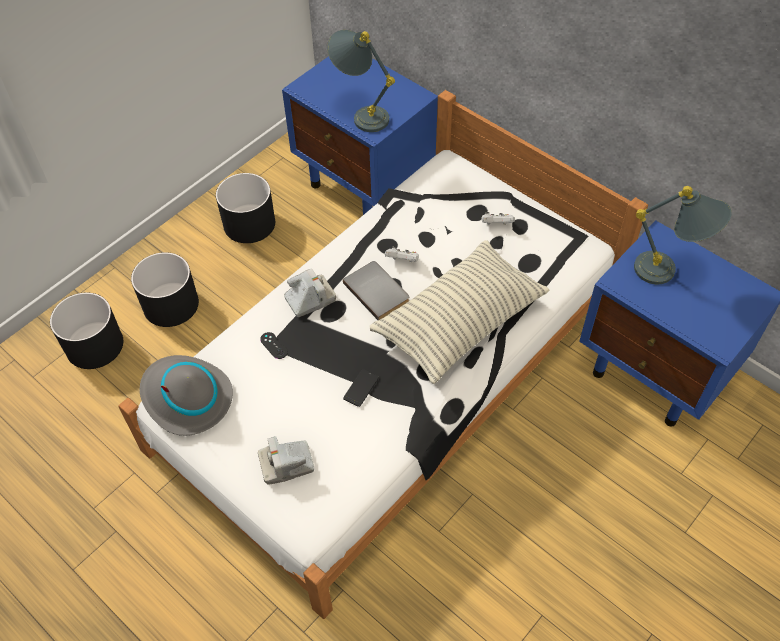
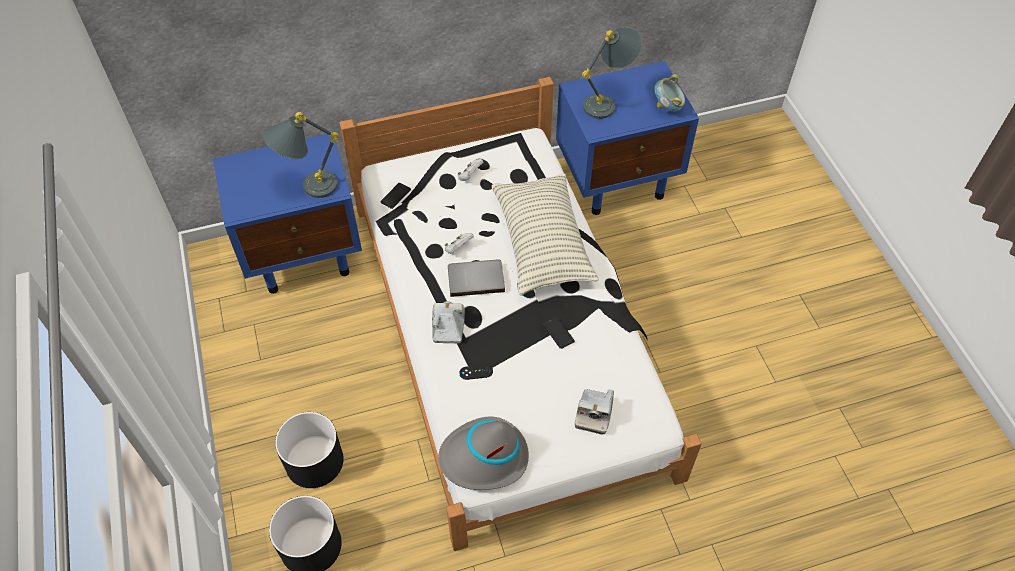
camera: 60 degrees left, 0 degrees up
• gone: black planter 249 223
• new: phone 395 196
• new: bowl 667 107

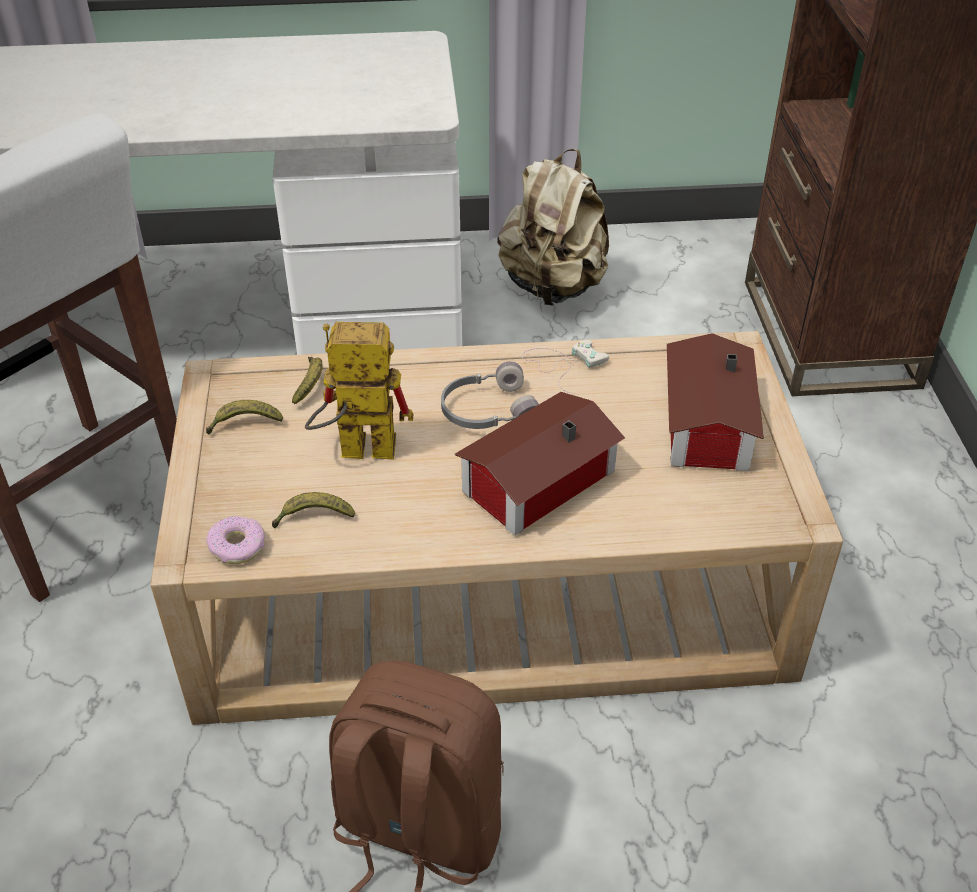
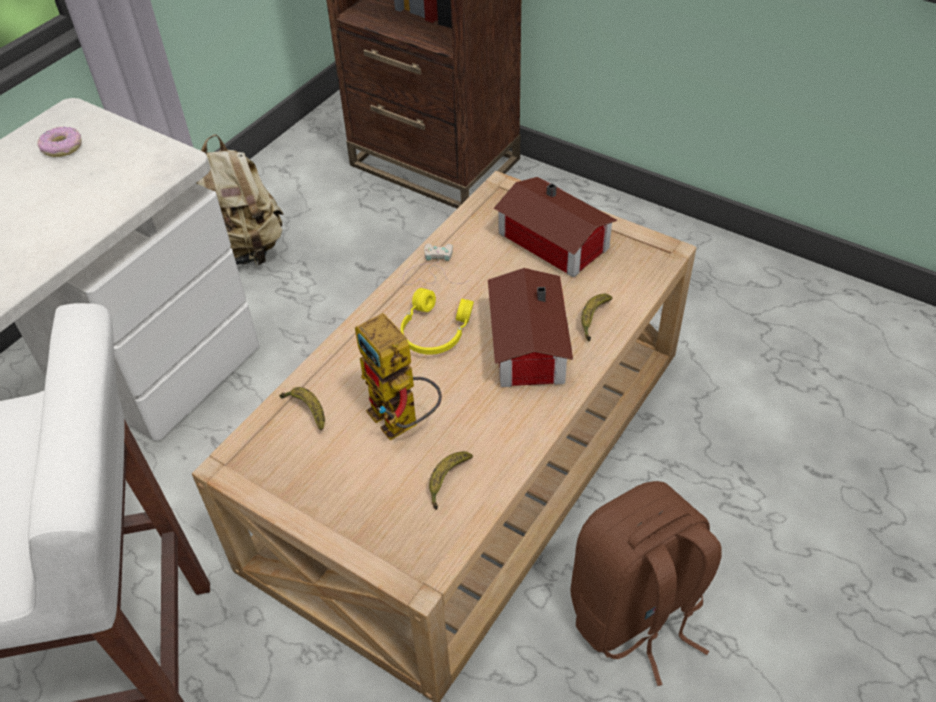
camera: 50 degrees left, 5 degrees up
• shifted: banana 244 423 to 593 319
• shifted: donut 237 546 to 62 147
• rotated: toy robot 355 451 = 402 423 75 degrees counterclockwise
• repainted: grey headphones 487 410 to yellow headphones 434 331

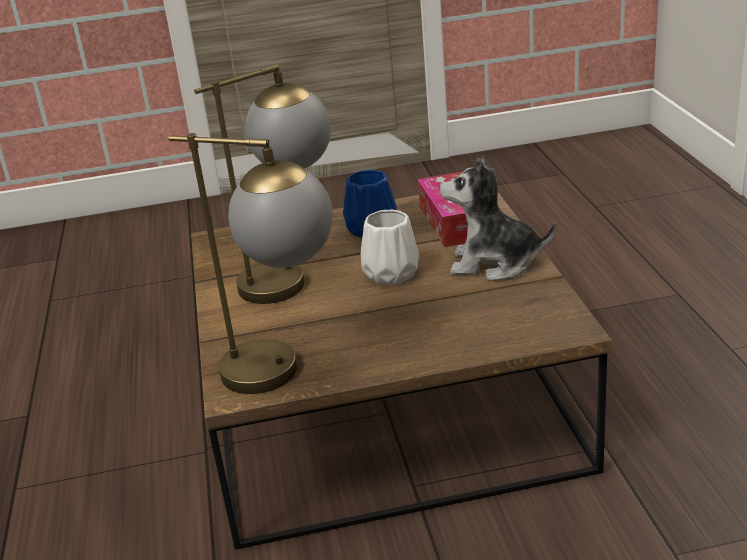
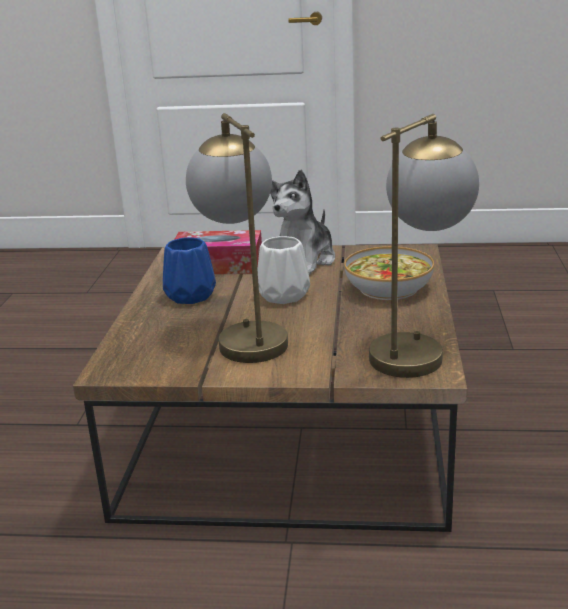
camera: 75 degrees left, 5 degrees down
• new: bowl 388 288

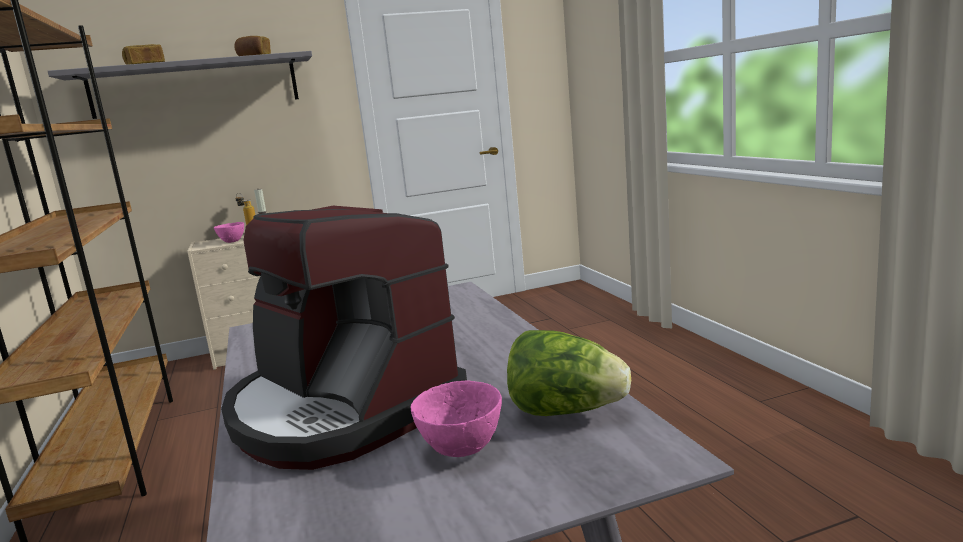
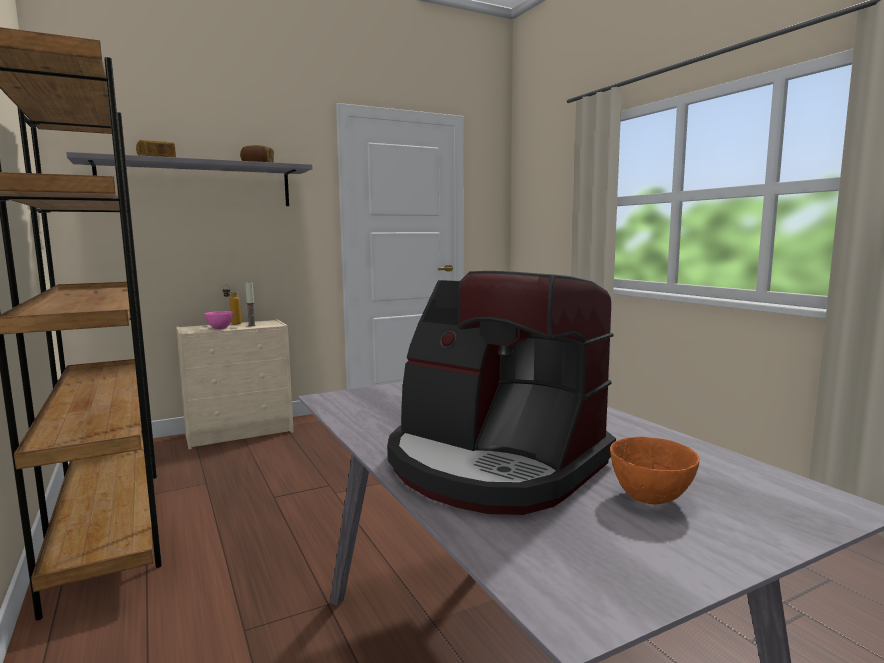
camera: 10 degrees left, 5 degrees down
• repainted: pink bowl 463 450 to orange bowl 652 499
• gone: lettuce 566 411

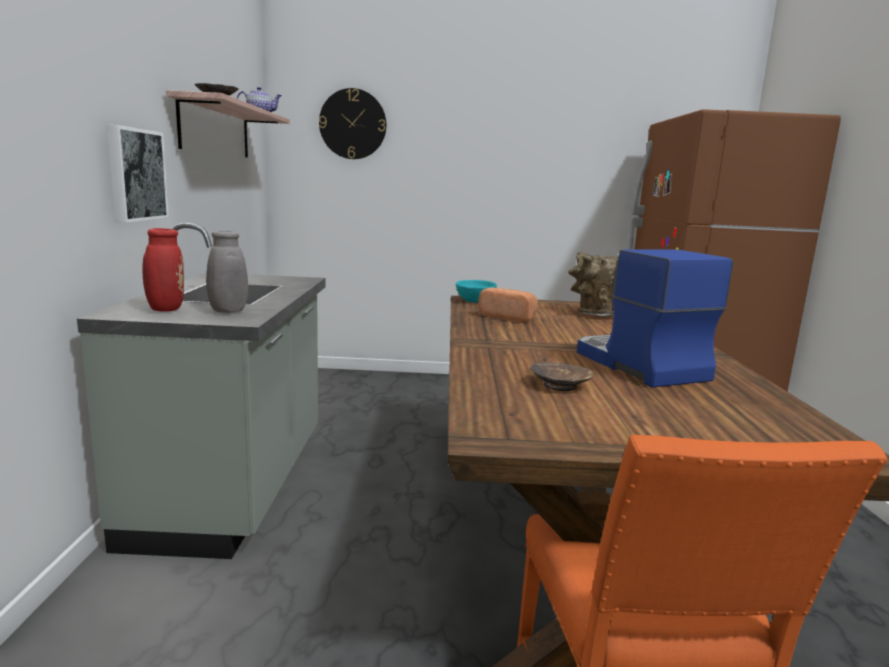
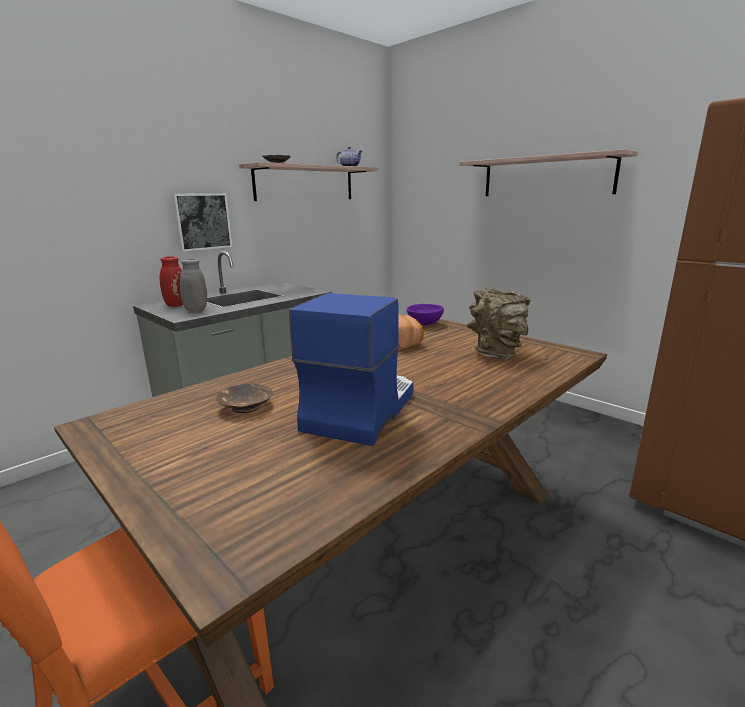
camera: 45 degrees right, 5 degrees up
• gone: wall clock 353 124
• repainted: turquoise bowl 475 302 to purple bowl 425 324
• new: shelf 546 176

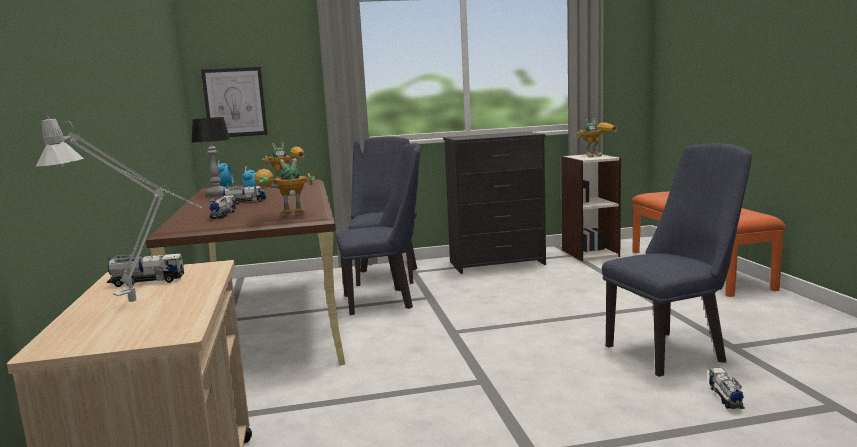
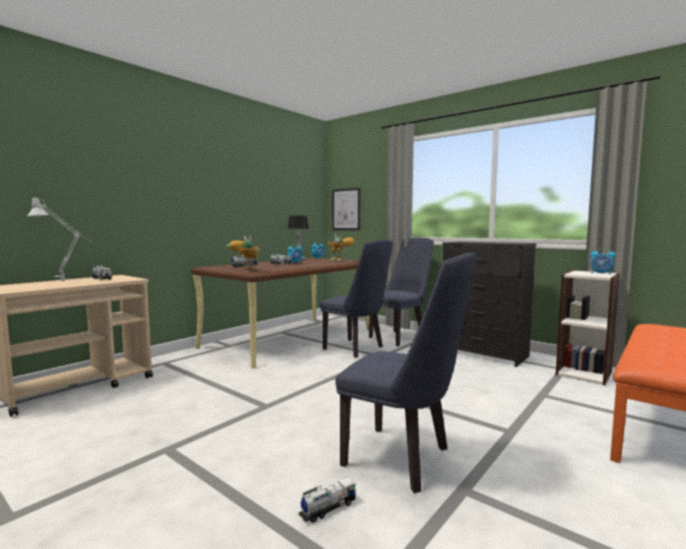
camera: 50 degrees right, 5 degrees down
• swapped: toy robot 597 155 to alarm clock 601 274

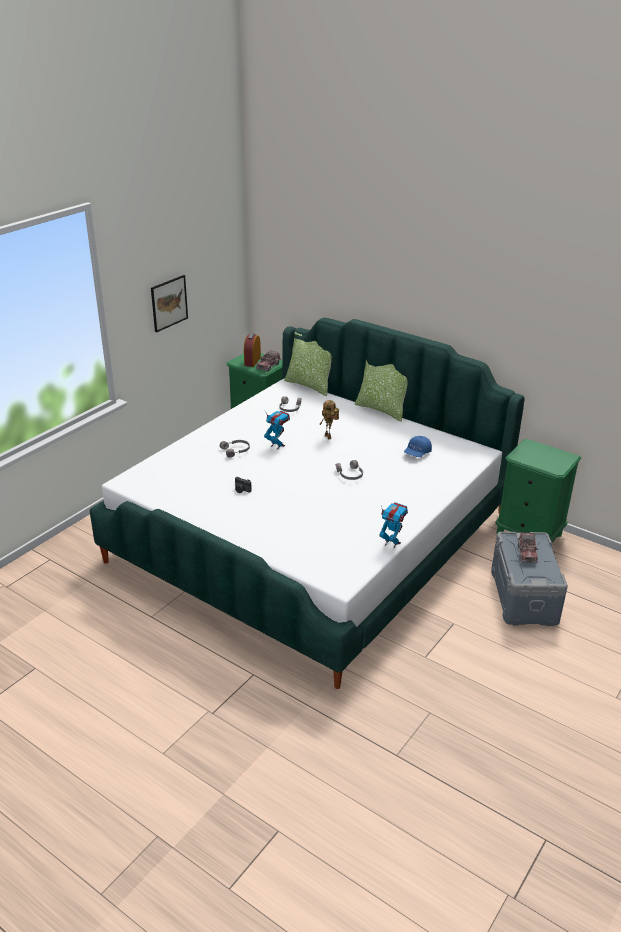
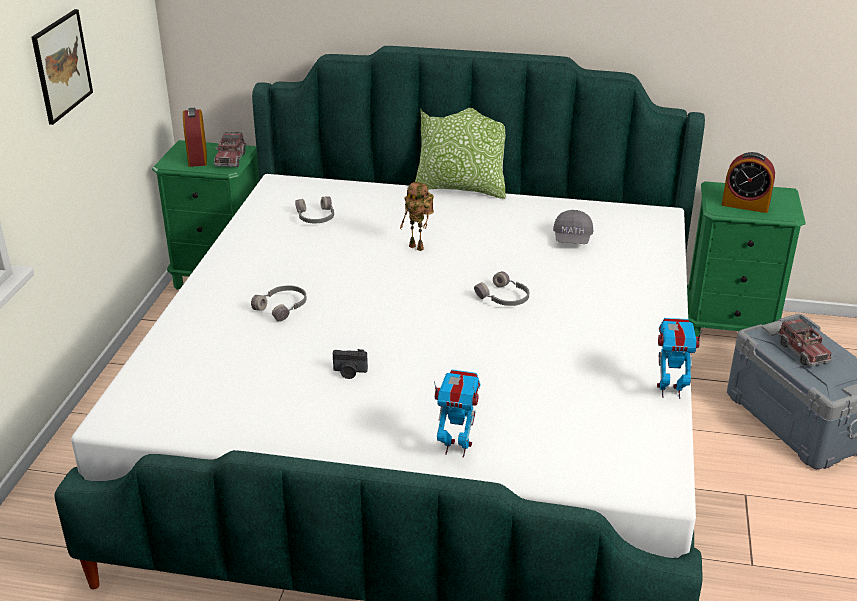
camera: 25 degrees left, 0 degrees up
• shifted: toy robot 277 445 to 456 448
• gone: pillow 309 386
• repainted: blue cap 417 453 to grey cap 572 239
• new: alarm clock 745 205

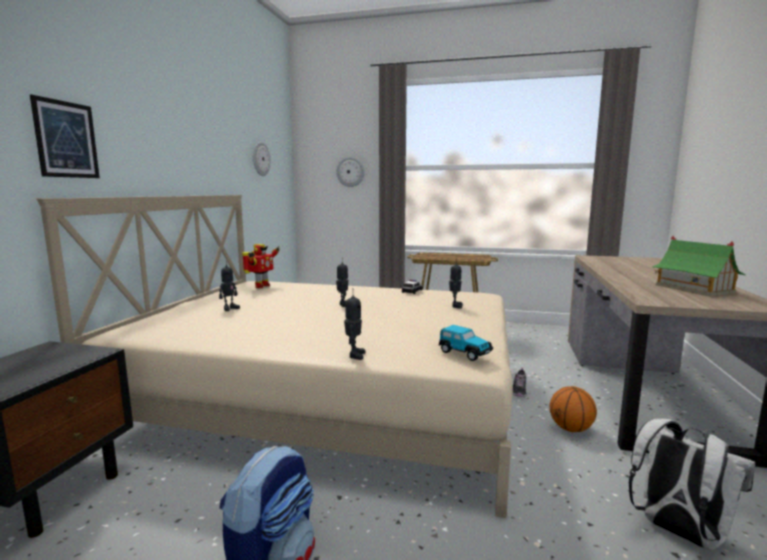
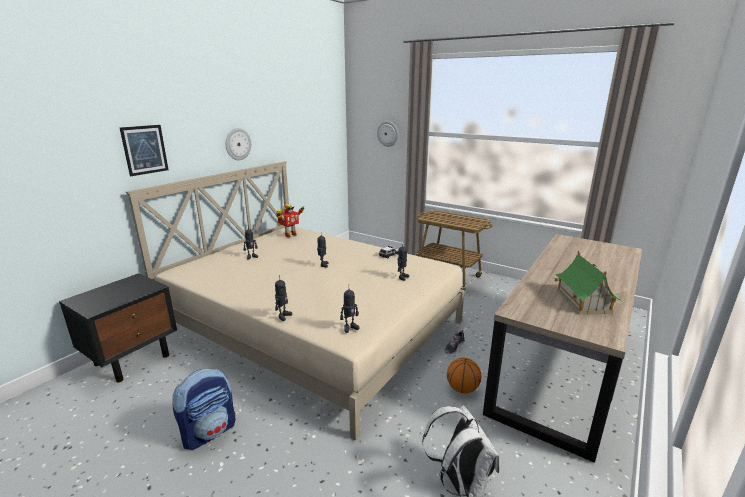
camera: 20 degrees right, 10 degrees up
• shifted: wall clock 260 159 to 238 144
• swapped: toy car 463 352 to toy robot 350 328

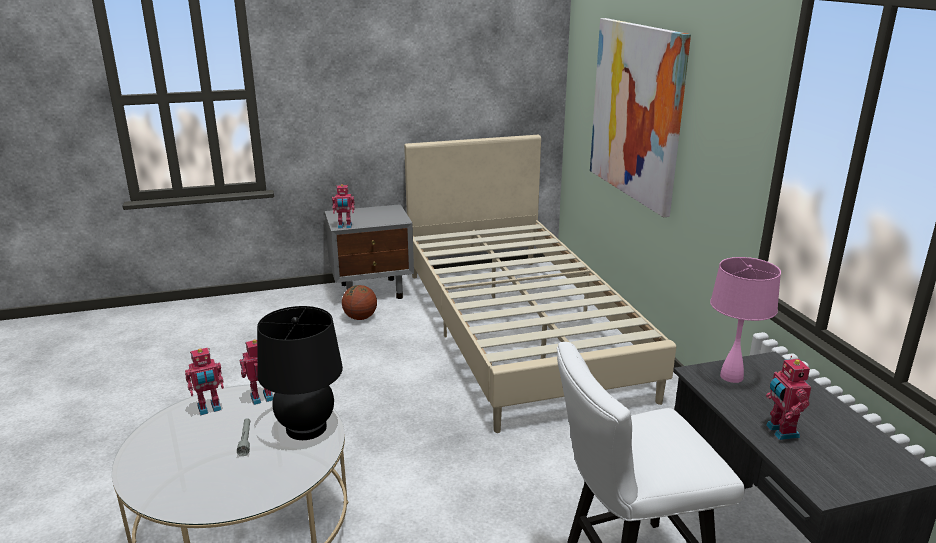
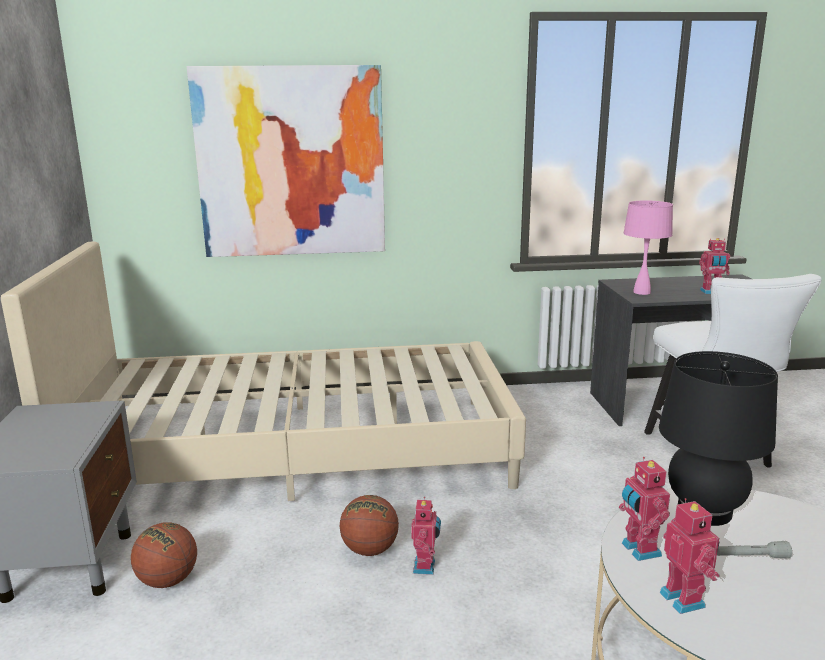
camera: 80 degrees left, 5 degrees down
• shifted: toy robot 344 226 to 426 567
• new: basketball 370 550

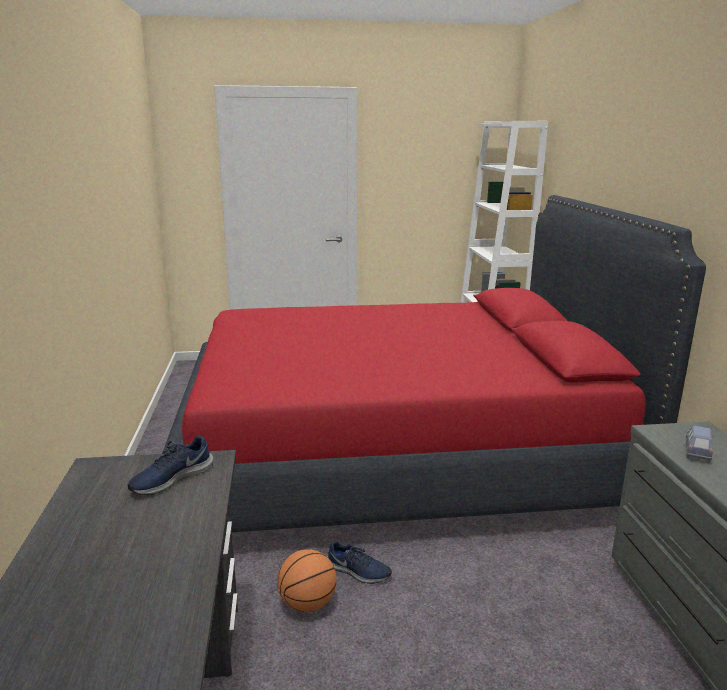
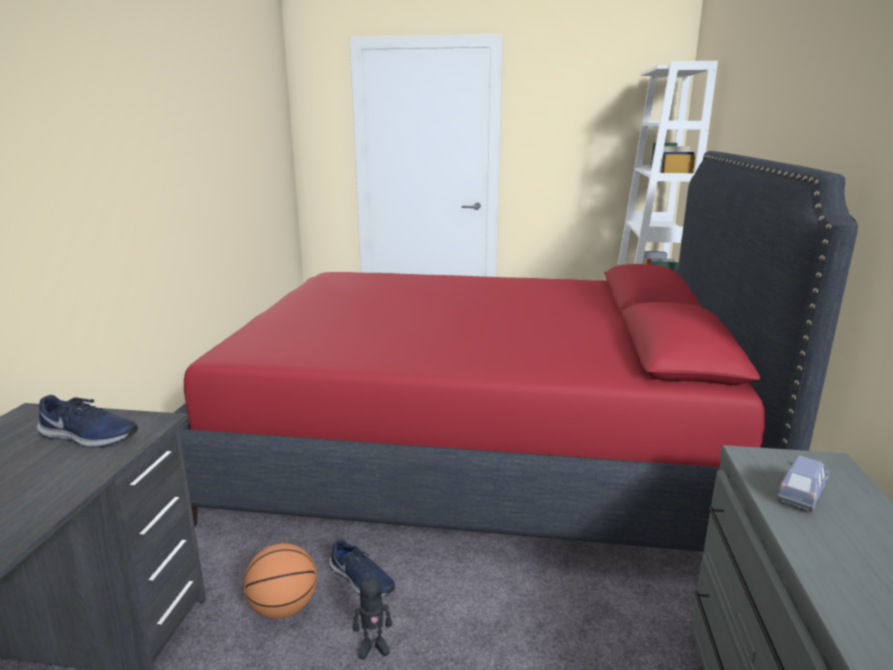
camera: 15 degrees right, 0 degrees up
• rotated: blue shoe 171 478 = 88 437 135 degrees counterclockwise
• new: toy robot 373 647

